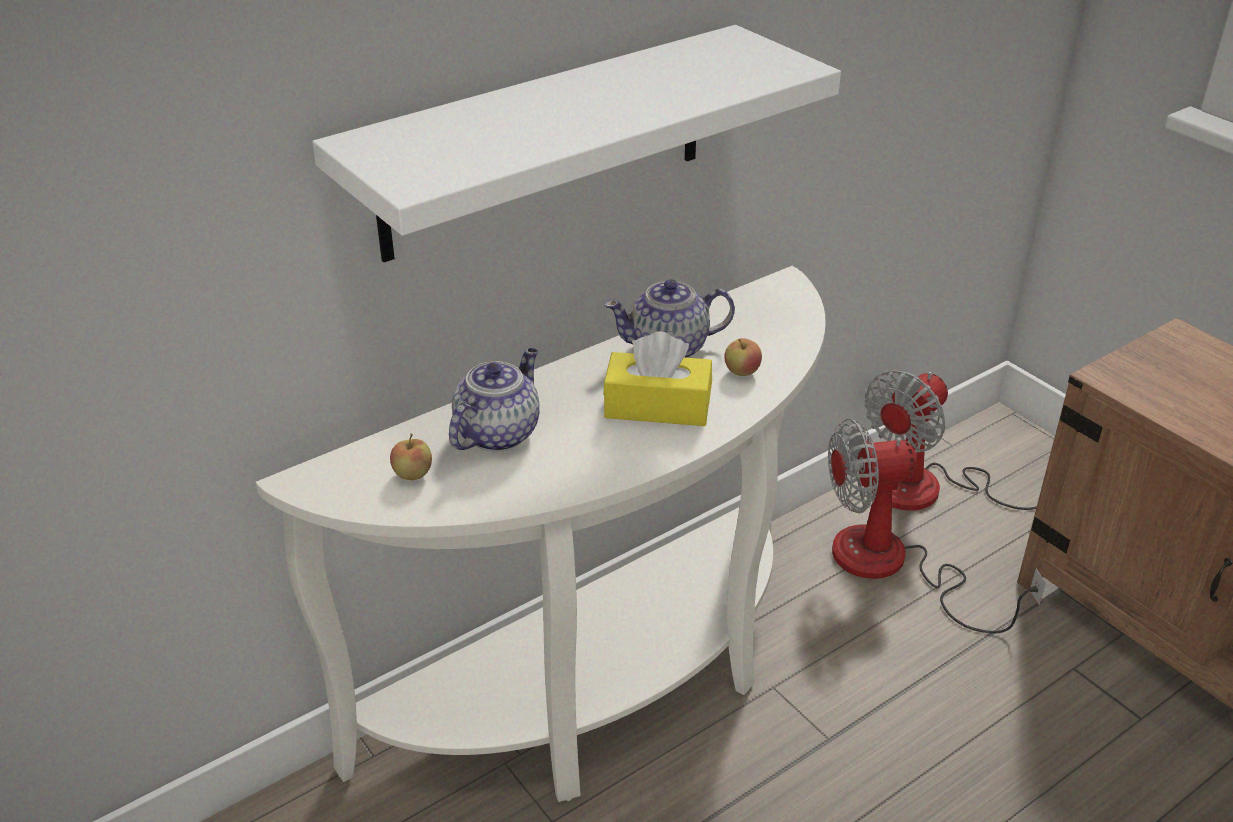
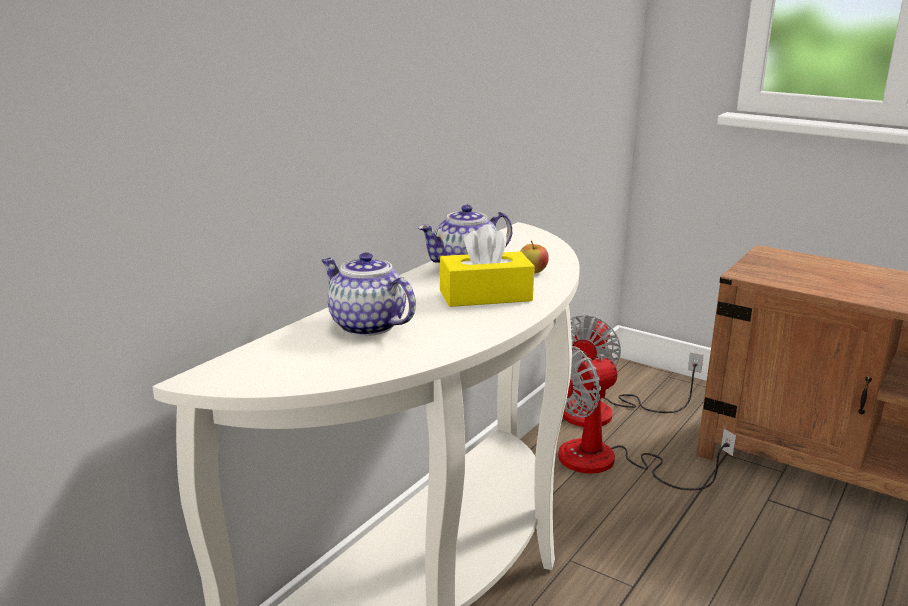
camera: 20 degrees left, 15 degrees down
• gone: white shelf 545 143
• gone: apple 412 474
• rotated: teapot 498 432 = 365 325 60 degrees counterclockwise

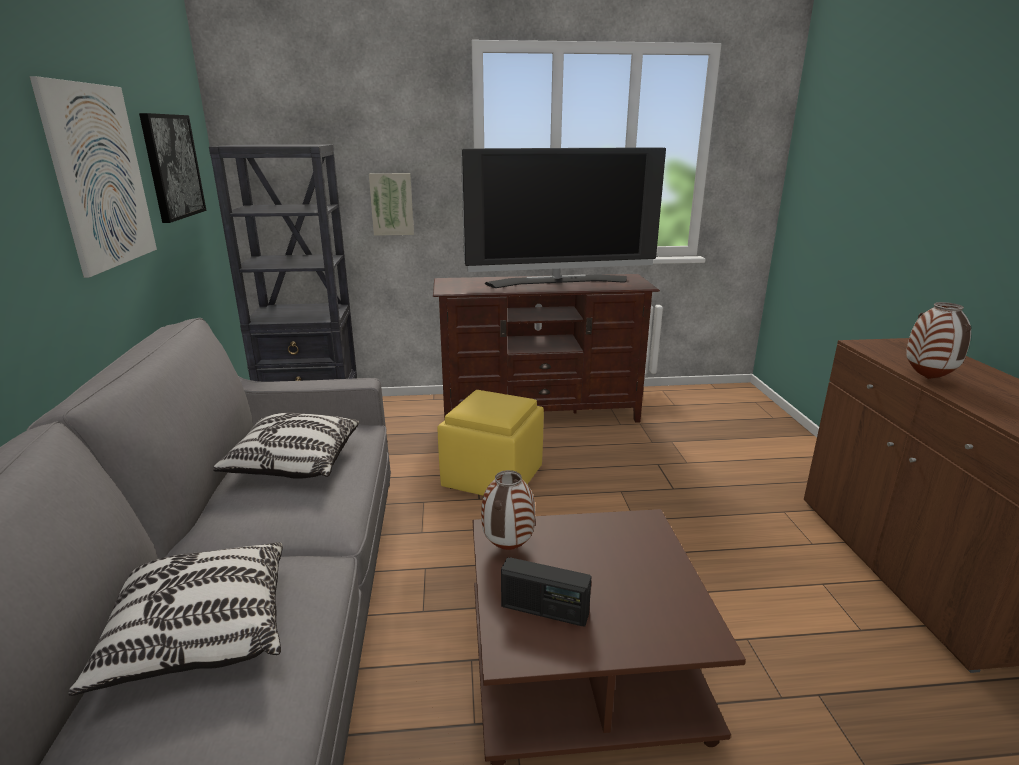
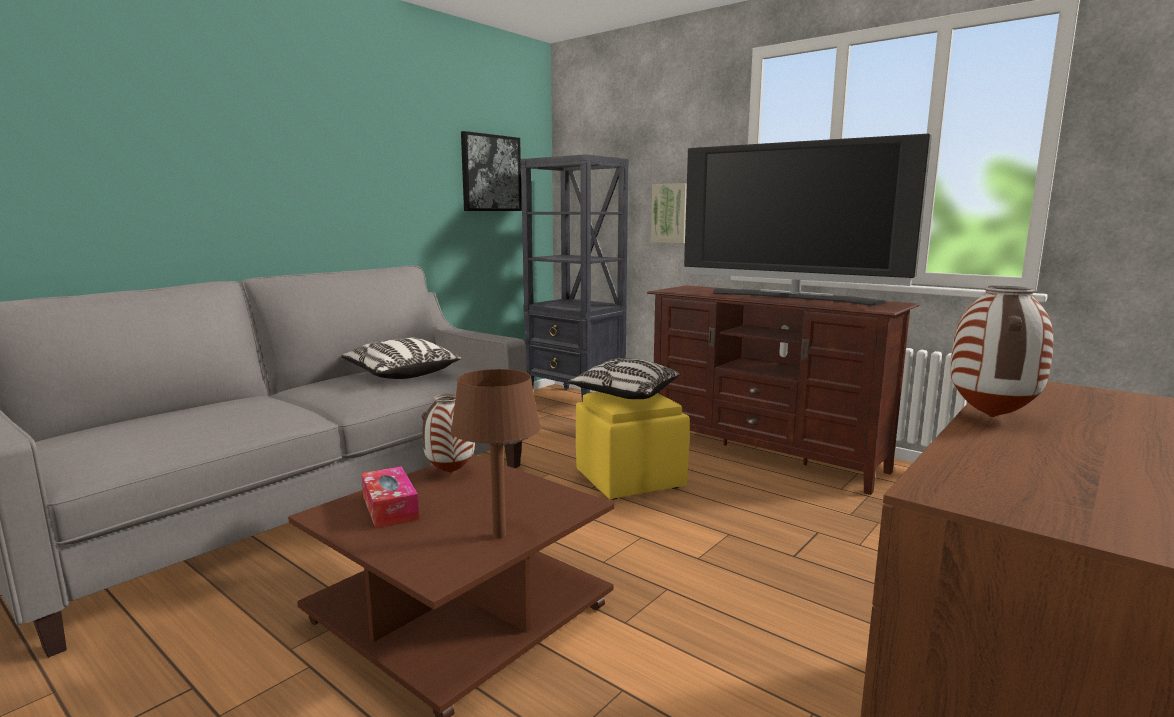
camera: 45 degrees right, 10 degrees down
• gone: picture 100 177
• shifted: pillow 199 634 to 625 394
• swapped: radio 544 610 to tissue box 390 508
• new: brown table lamp 500 535

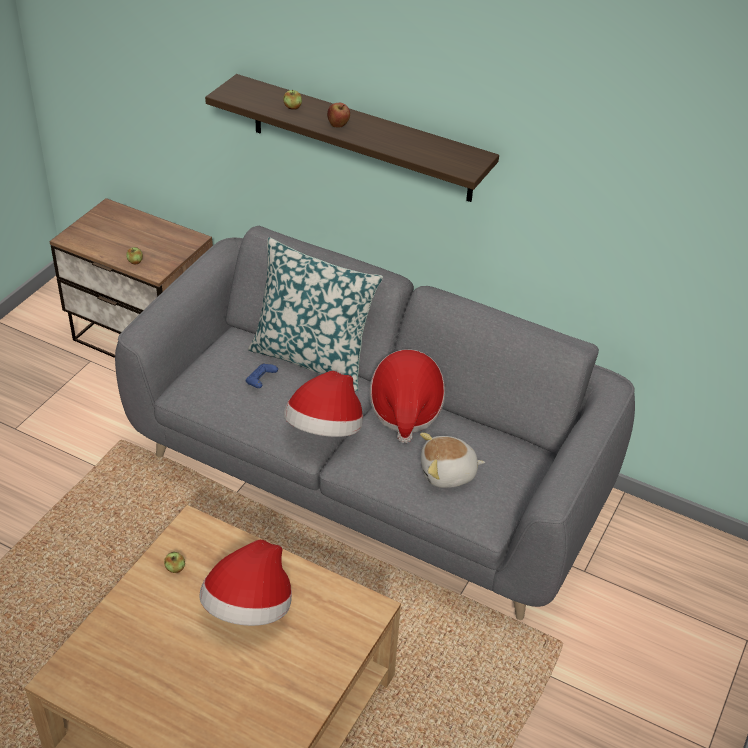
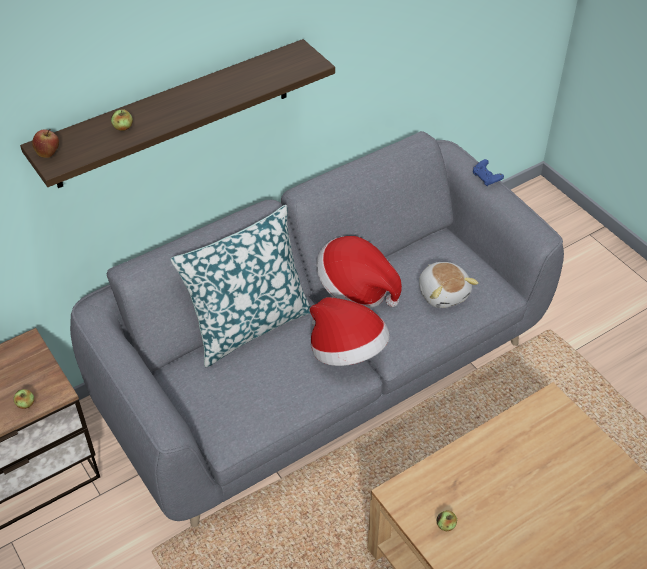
camera: 60 degrees left, 5 degrees up
• gone: hat 249 608
• shifted: blue game controller 261 381 to 486 178
• shifted: apple 338 125 to 48 153
• rotated: plush toy 448 473 = 443 293 45 degrees counterclockwise

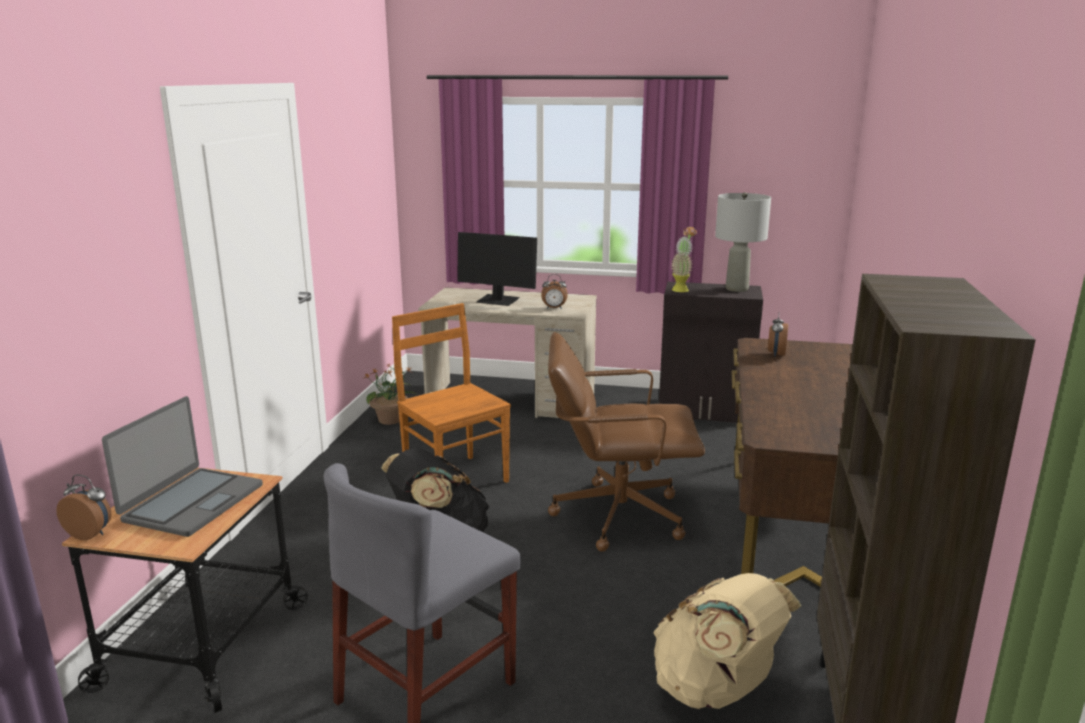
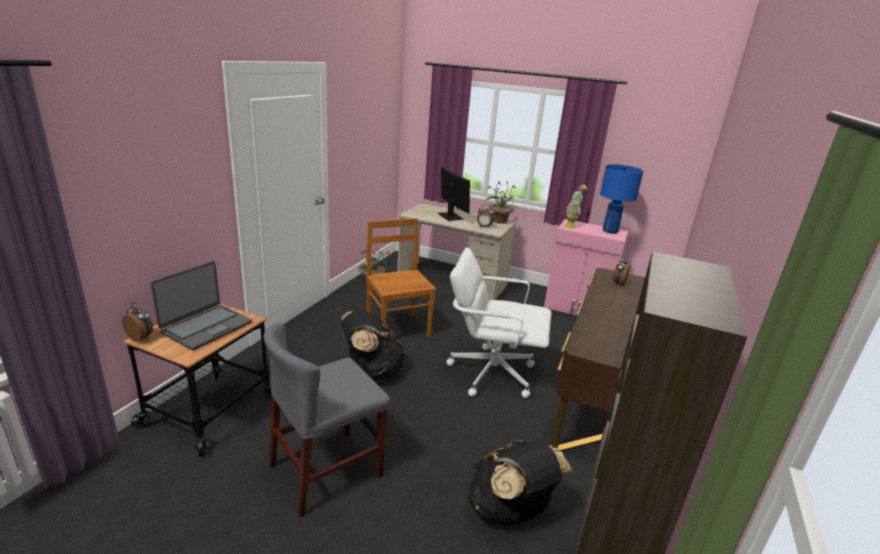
camera: 10 degrees right, 5 degrees up
• rotated: monitor 498 301 = 450 216 150 degrees counterclockwise
• repainted: brown office chair 617 515 to white office chair 491 372
• repainted: beige backpack 716 690 to black backpack 510 511
• repainted: black cabinet 705 411 to pink cabinet 577 308
• repainted: grey table lamp 737 289 to blue table lamp 610 231
• new: potted plant 499 221

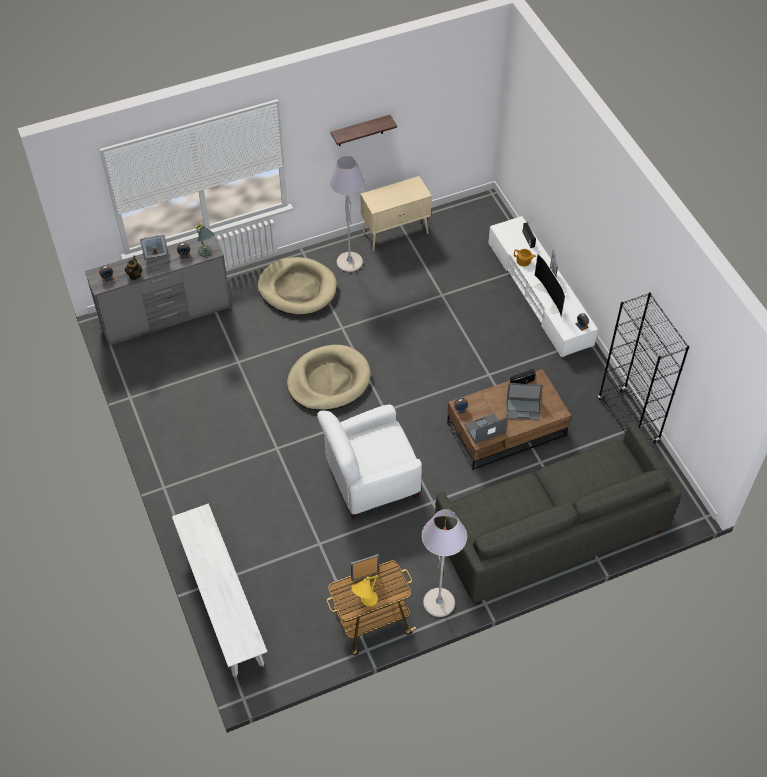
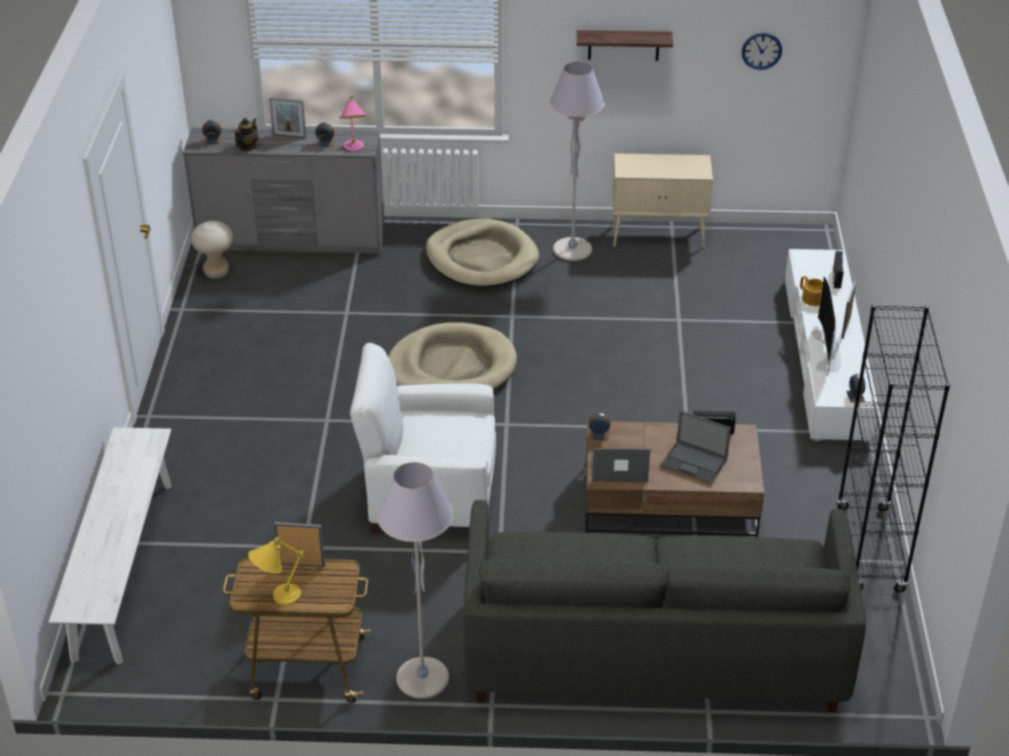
camera: 25 degrees right, 15 degrees down
• repainted: grey table lamp 207 254 to pink table lamp 354 150
• new: beige stool 216 273
• new: wall clock 761 51

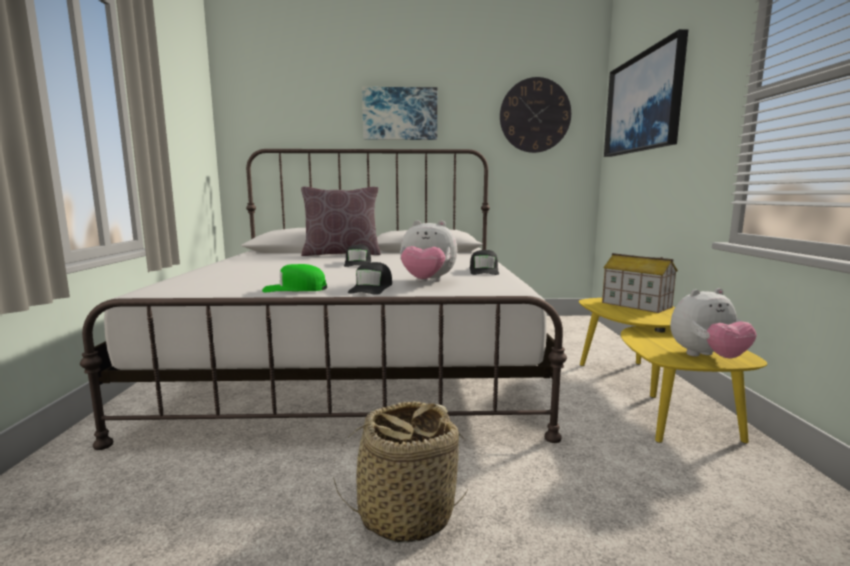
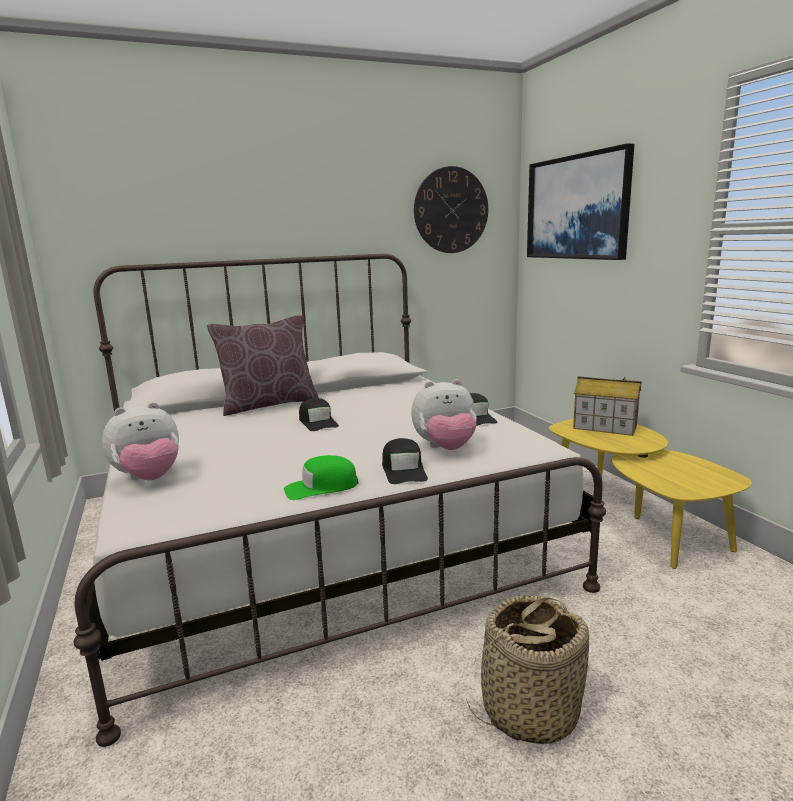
camera: 20 degrees left, 5 degrees up
• gone: picture 400 114
• shifted: plush toy 707 357 to 149 479

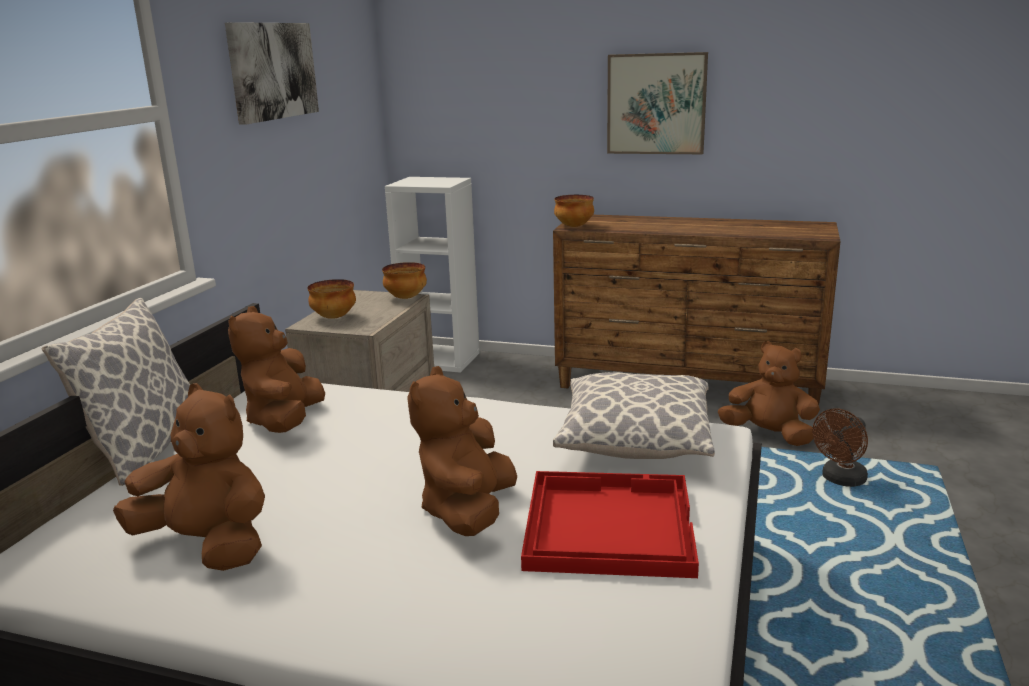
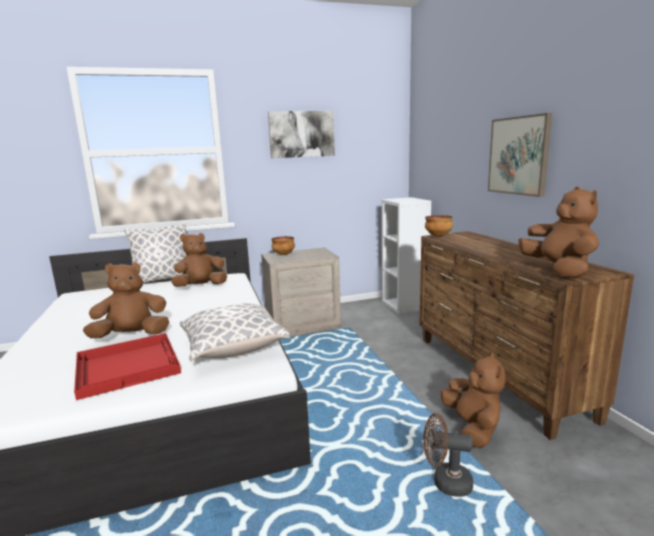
camera: 55 degrees right, 5 degrees down
• shifted: brown plush toy 208 545 to 558 270
• gone: bowl 405 298

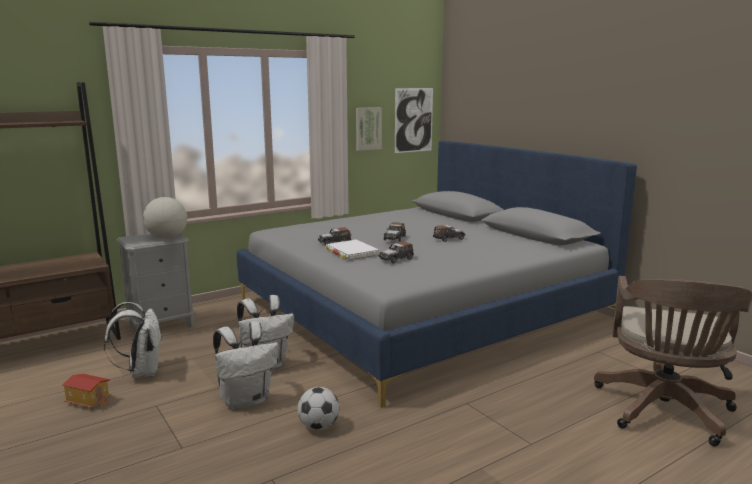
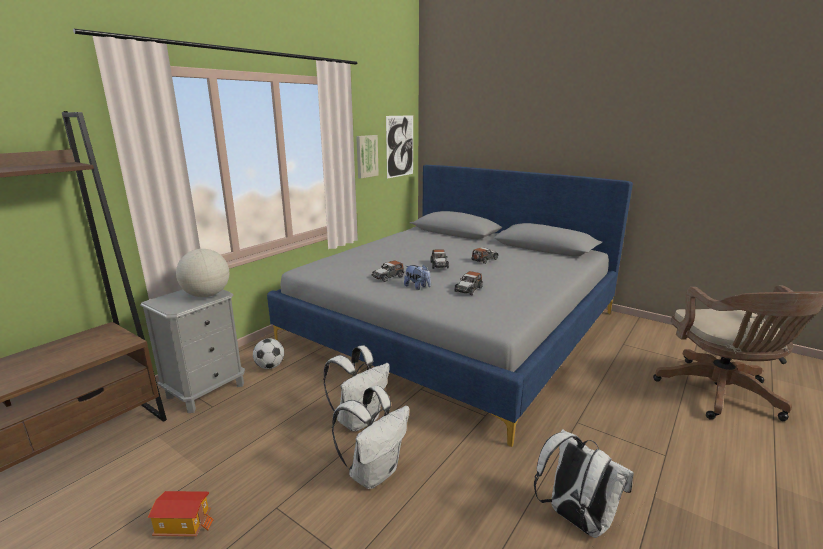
camera: 20 degrees left, 5 degrees up
• shifted: white backpack 141 372 to 575 519
• shifted: football 319 426 to 270 366
• swapped: white book 351 252 to plush toy 417 287

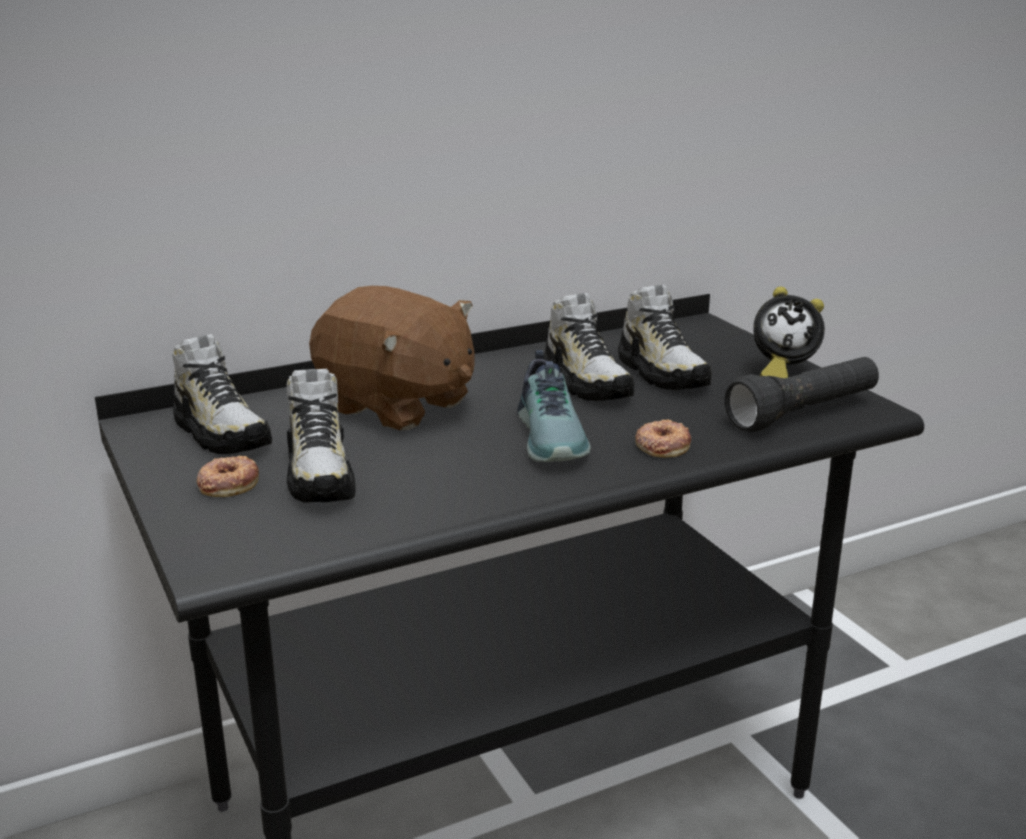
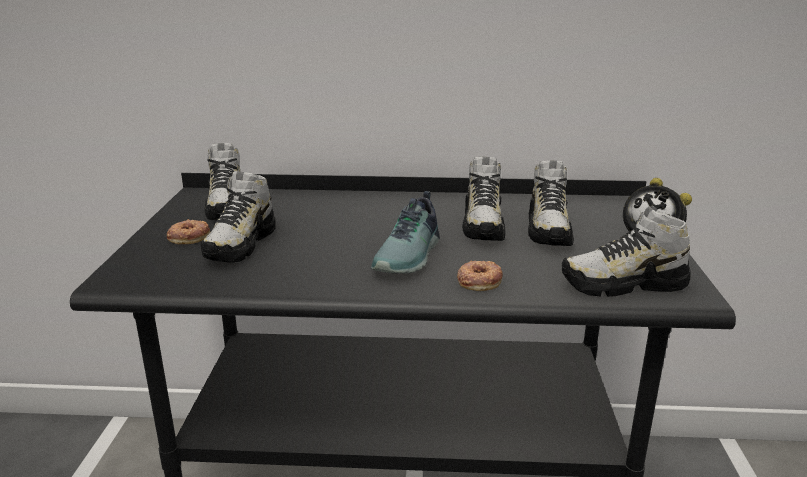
camera: 30 degrees right, 0 degrees up
• gone: brown plush toy 396 406
• swapped: black flashlight 803 413 to shoe 624 284

